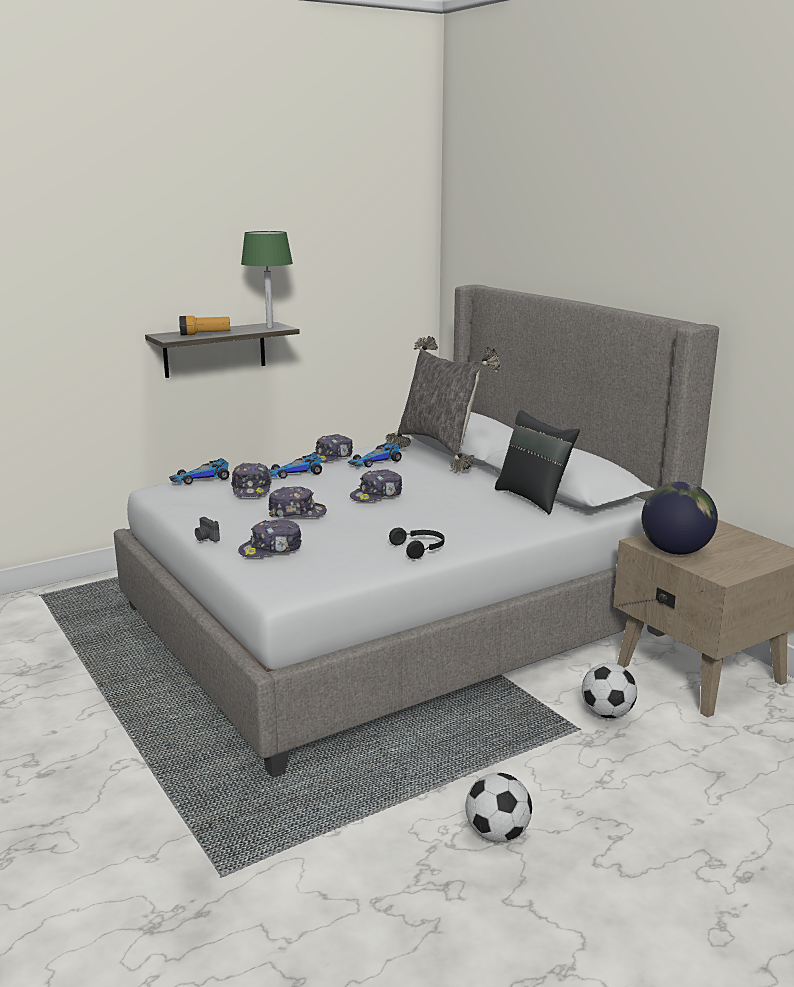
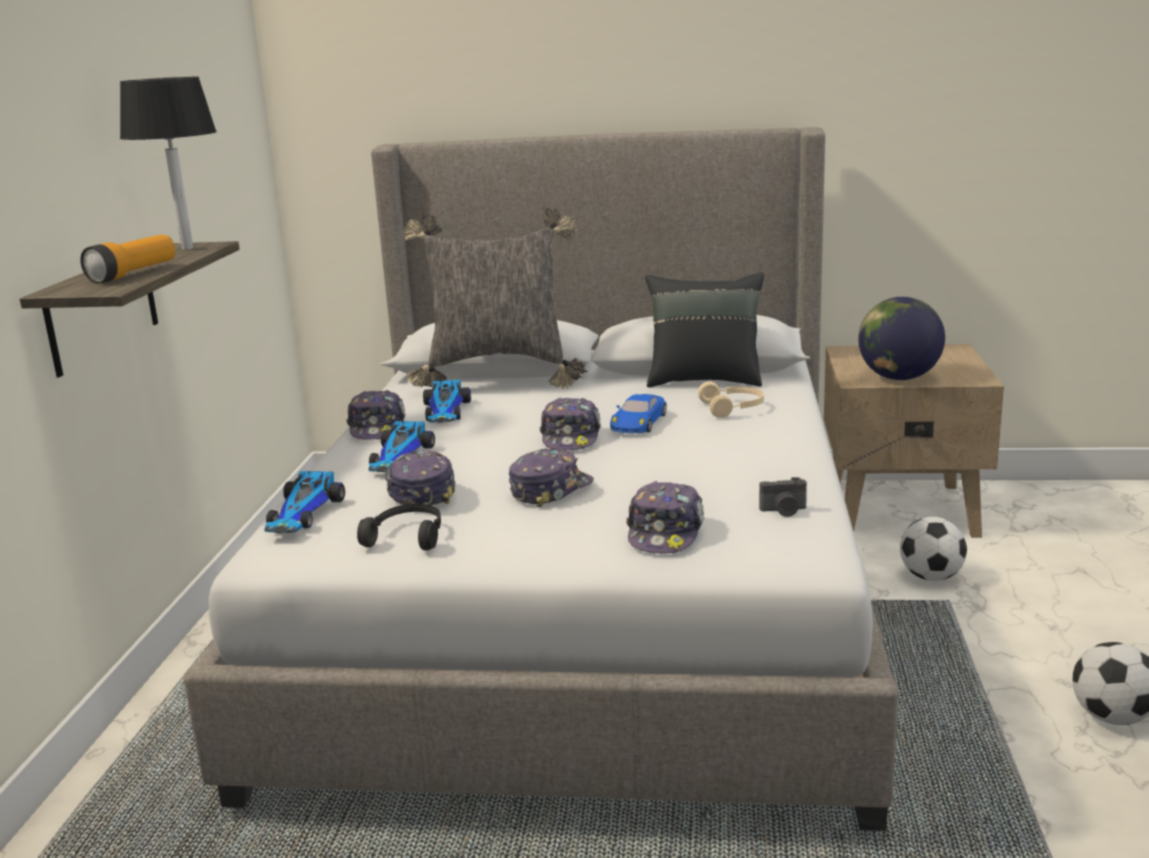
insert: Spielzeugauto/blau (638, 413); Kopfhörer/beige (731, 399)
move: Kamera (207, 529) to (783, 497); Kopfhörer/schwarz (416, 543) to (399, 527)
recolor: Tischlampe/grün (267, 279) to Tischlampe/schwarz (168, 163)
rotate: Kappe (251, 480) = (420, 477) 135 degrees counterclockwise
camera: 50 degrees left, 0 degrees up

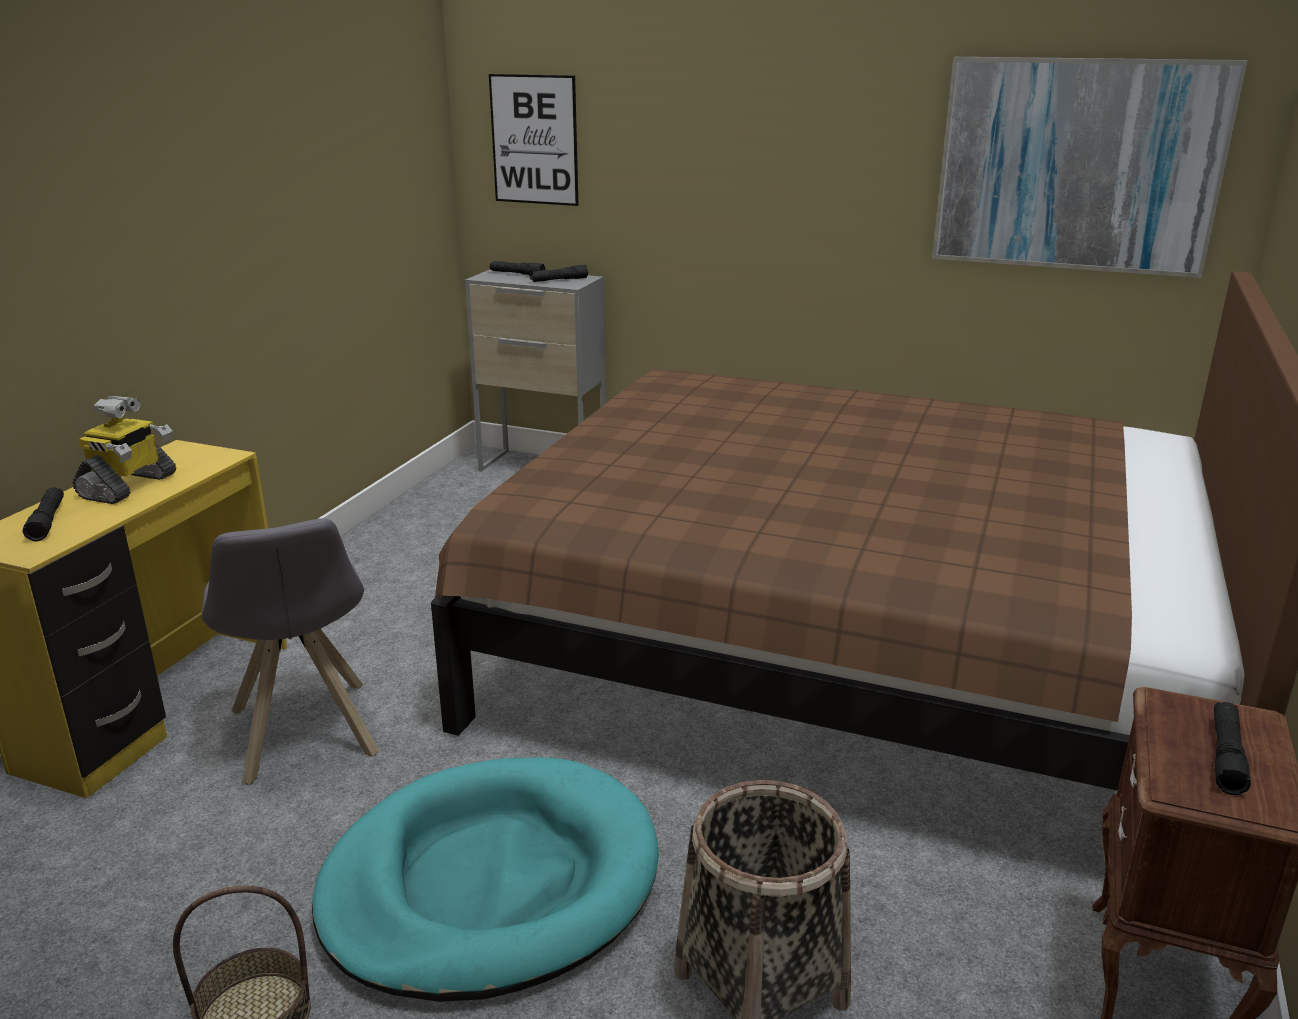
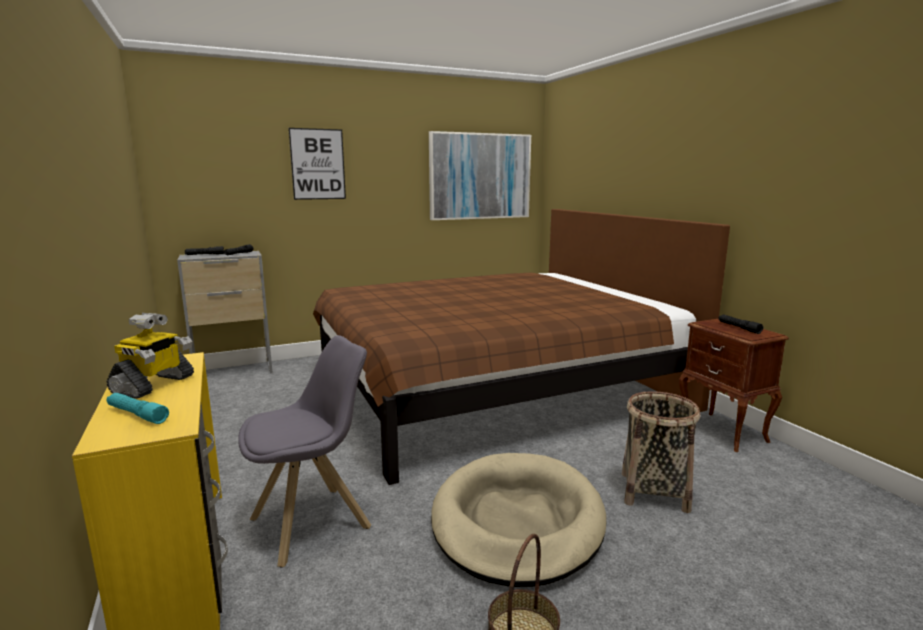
move: Bild (534, 140) to (317, 164)
recolor: Taschenlampe/schwarz (43, 514) to Taschenlampe/türkis (137, 408); Hundebett/türkis (485, 879) to Hundebett/beige (518, 520)
rotate: Spielzeugroboter (124, 450) = (150, 356) 45 degrees clockwise; Stuhl/grau (290, 651) = (304, 451) 60 degrees counterclockwise
camera: 45 degrees left, 10 degrees down

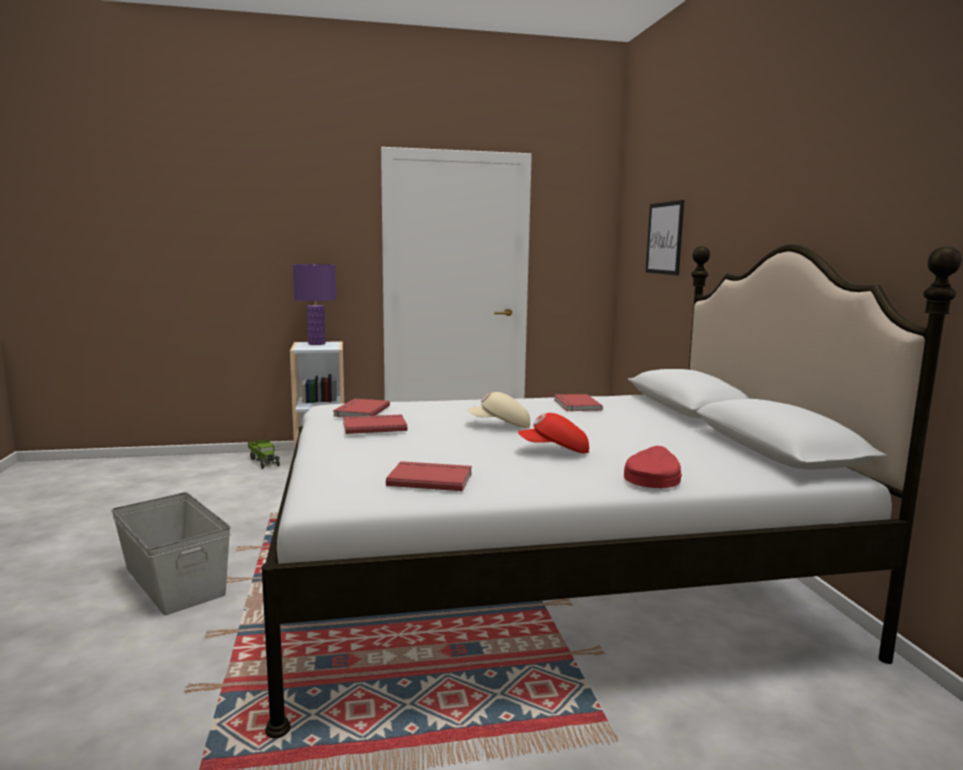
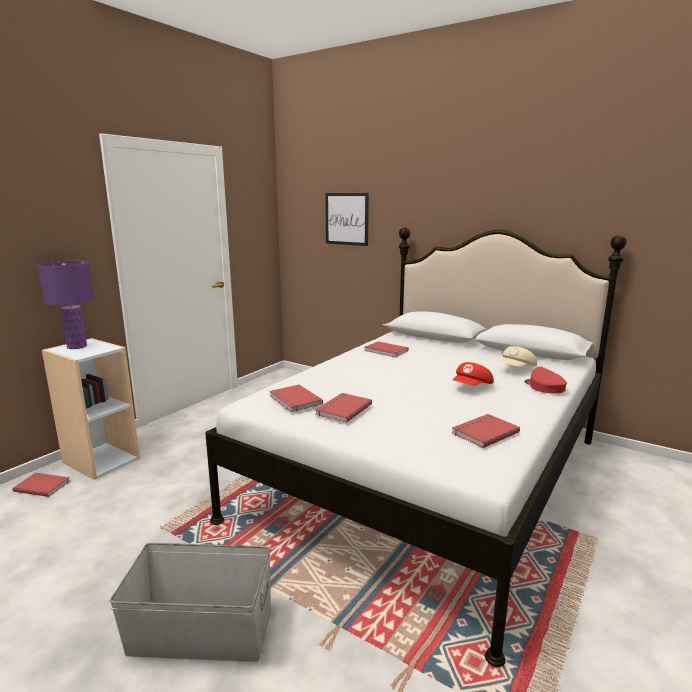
move: Kappe/beige (498, 410) to (518, 356)
replace: Spielzeuglaster (264, 454) to Buch/rot (41, 485)
camera: 45 degrees left, 5 degrees up

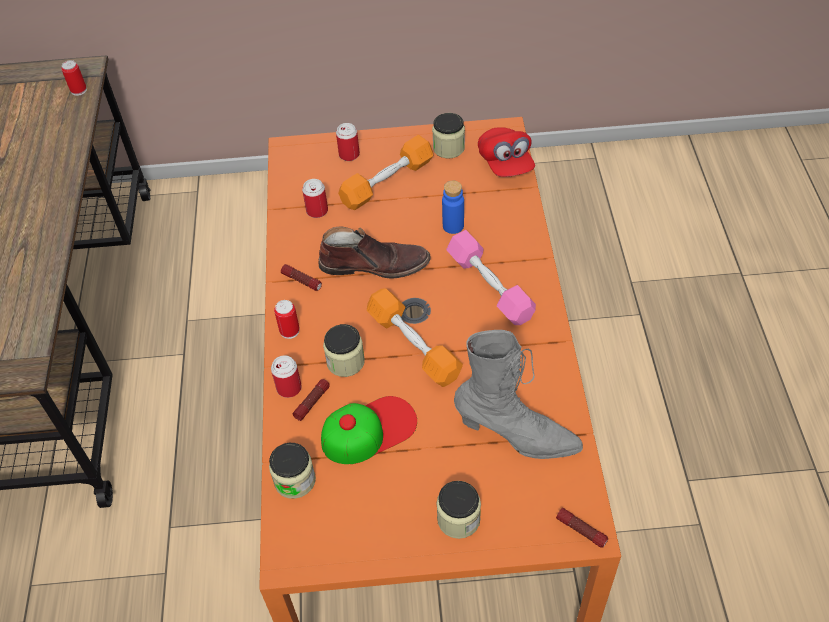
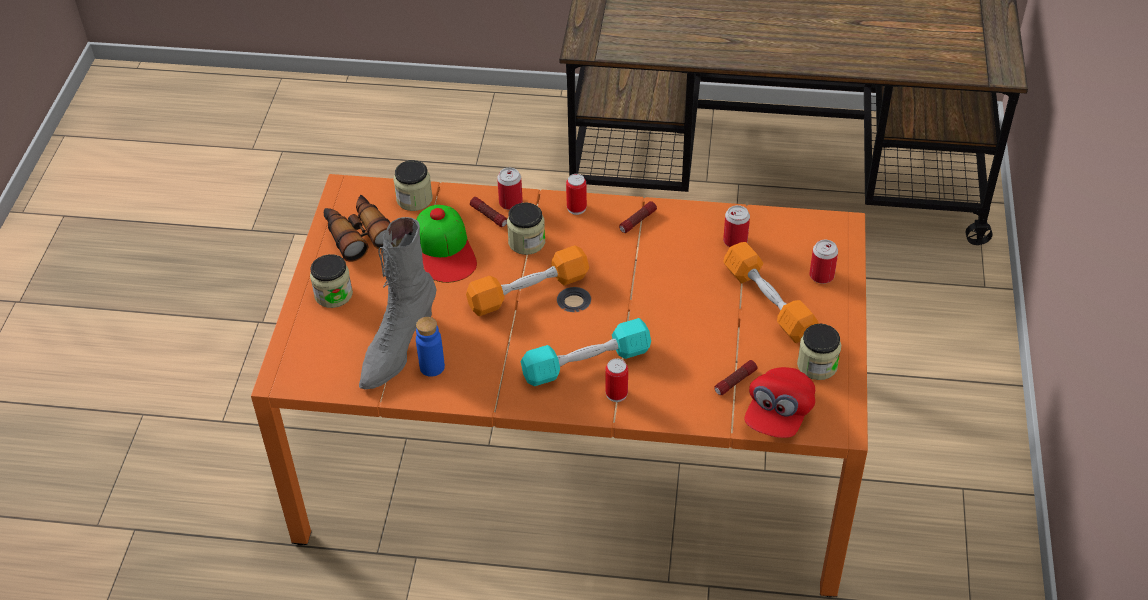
delete: Stiefel/braun (375, 252)
insert: Fernglas (357, 228)
move: Dose (74, 78) to (616, 380); Flasche/blau (453, 207) to (430, 347); Taschenlampe (582, 528) to (735, 377)
recolor: Hantel/rosa (491, 277) to Hantel/türkis (586, 352)
rotate: Kappe/rot (506, 152) = (779, 402) 60 degrees counterclockwise
camera: 100 degrees right, 5 degrees down

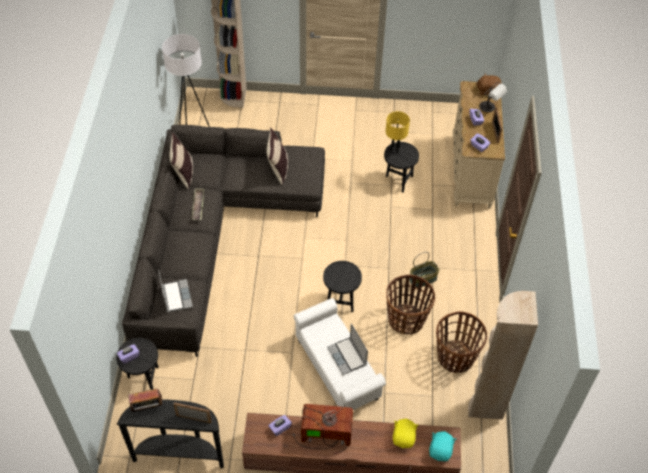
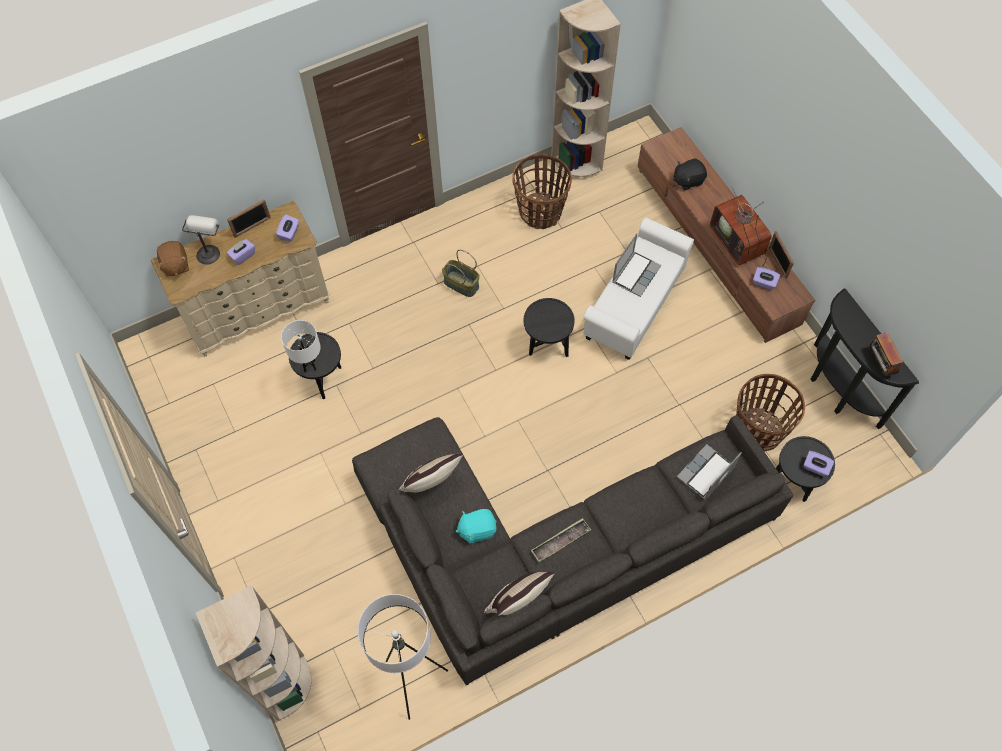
move: Bilderrahmen (192, 413) to (781, 255); Korb (410, 305) to (770, 412); Plüschtier/türkis (442, 446) to (476, 526)
recolor: Tischlampe/gelb (398, 132) to Tischlampe/weiß (301, 346); Plüschtier/gelb (405, 433) to Plüschtier/schwarz (690, 174)
rotate: Radio (145, 400) = (886, 355) 150 degrees counterclockwise
camera: 120 degrees left, 10 degrees up

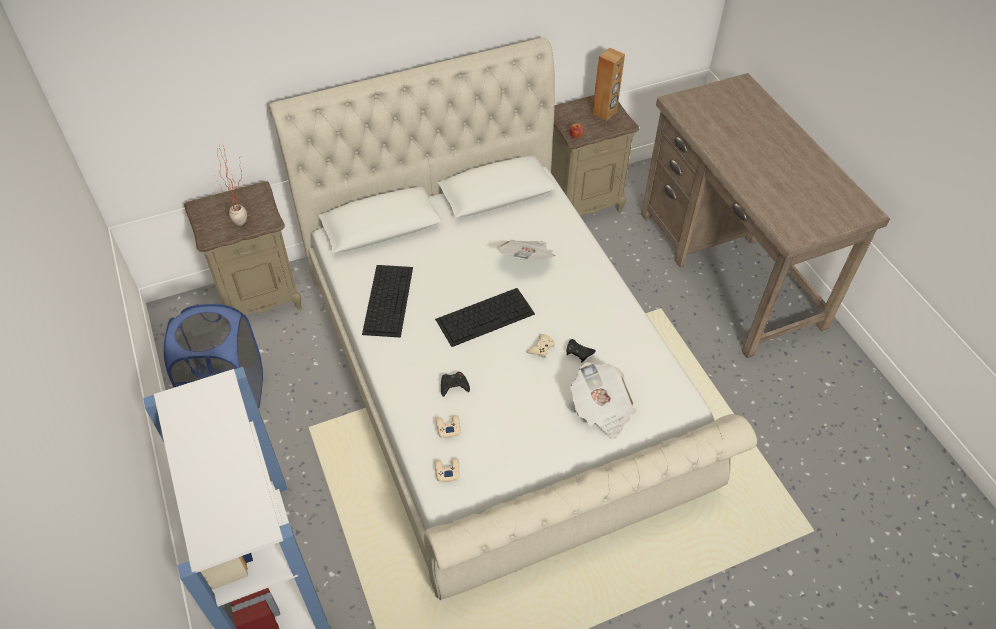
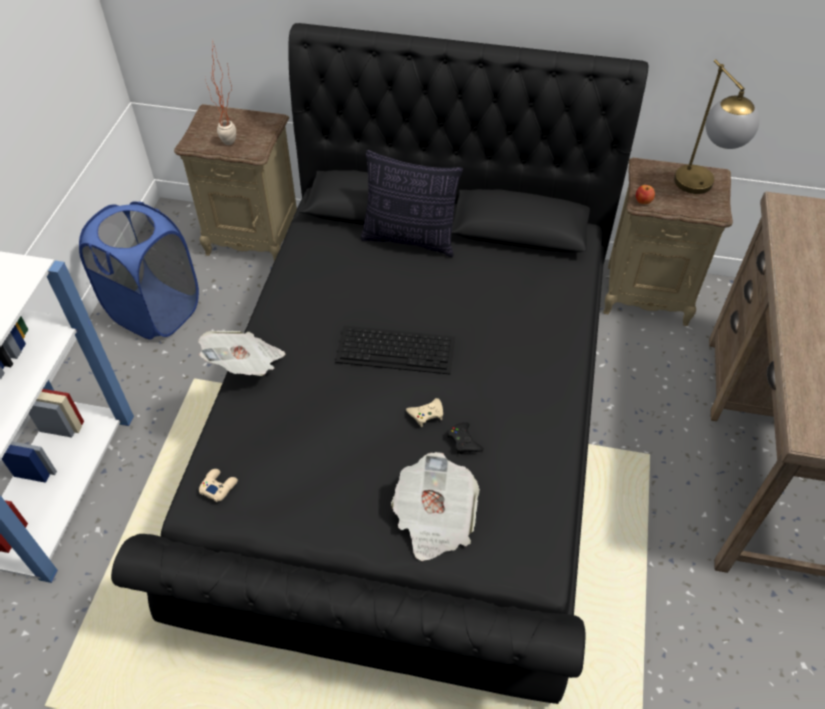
delete: Tastatur (387, 301); Gamepad/beige (448, 426); Gamepad/schwarz (455, 384)
insert: Kissen (411, 203)
move: Zeitung (526, 250) to (241, 353)
replace: Lautsprecher/braun (608, 84) to Tischlampe (716, 126)
recolor: Bett/beige (512, 319) to Bett/schwarz (379, 363)
camera: 35 degrees right, 0 degrees up

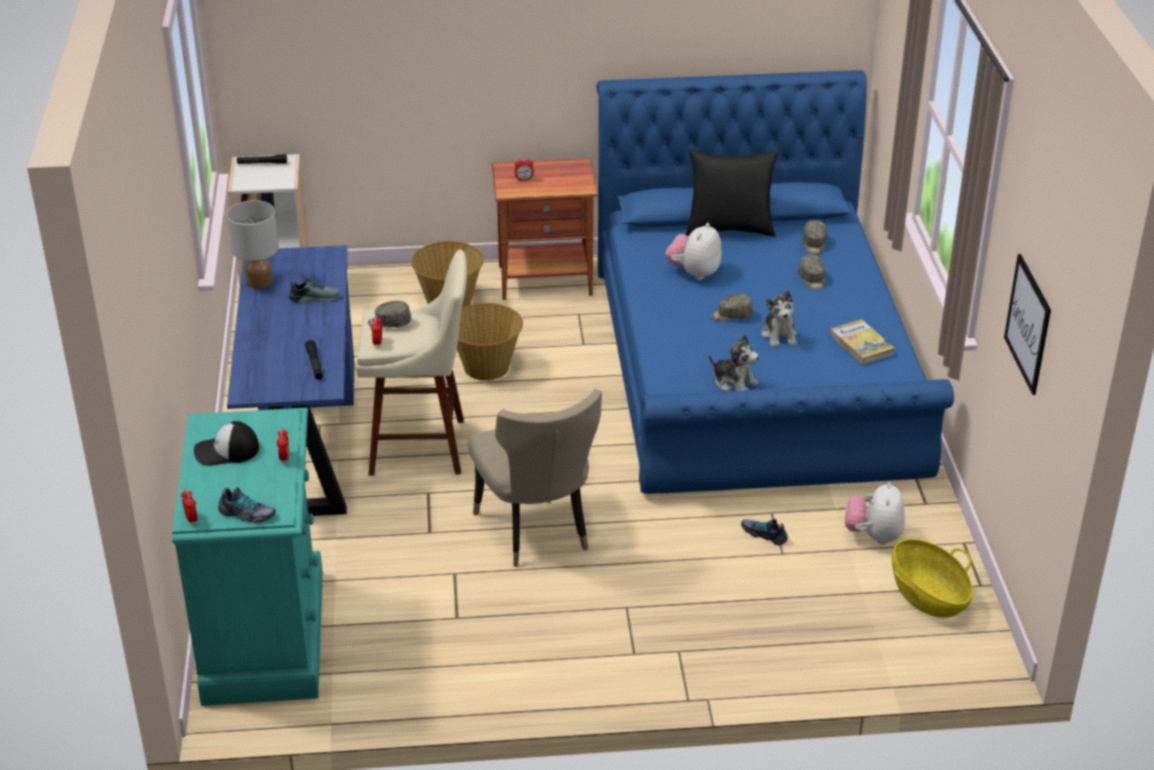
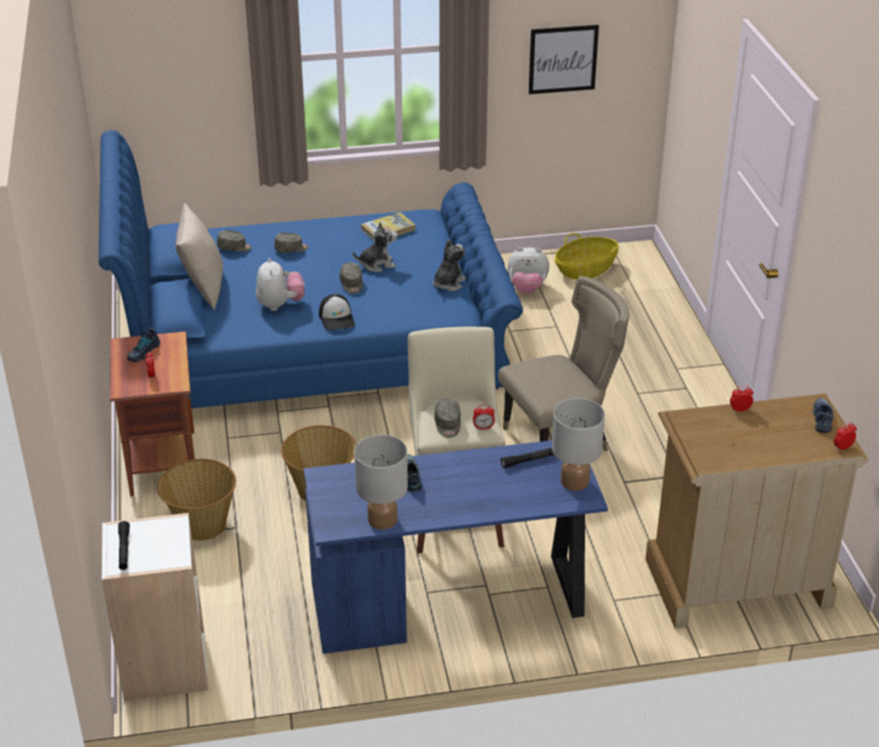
insert: Tischlampe/grau (578, 444)
move: Kappe (226, 443) to (337, 312); Schuh (764, 532) to (143, 345)
recolor: Kommode/türkis (247, 557) to Kommode/braun (756, 511); Kissen/schwarz (732, 193) to Kissen/beige (199, 256)
rotate: Plüschtier (693, 251) = (280, 284) 120 degrees counterclockwise
camera: 95 degrees left, 0 degrees up

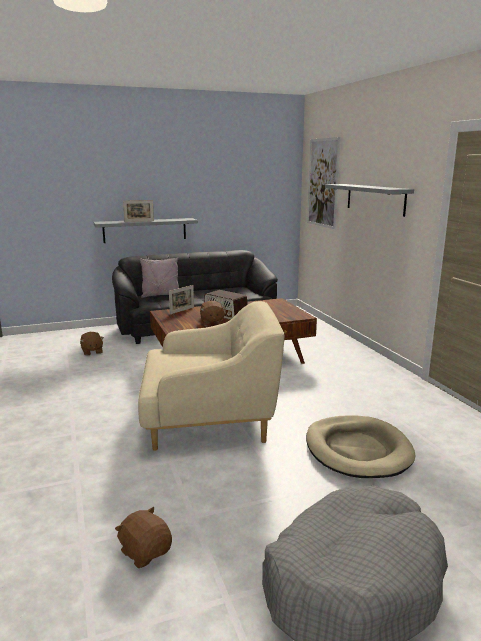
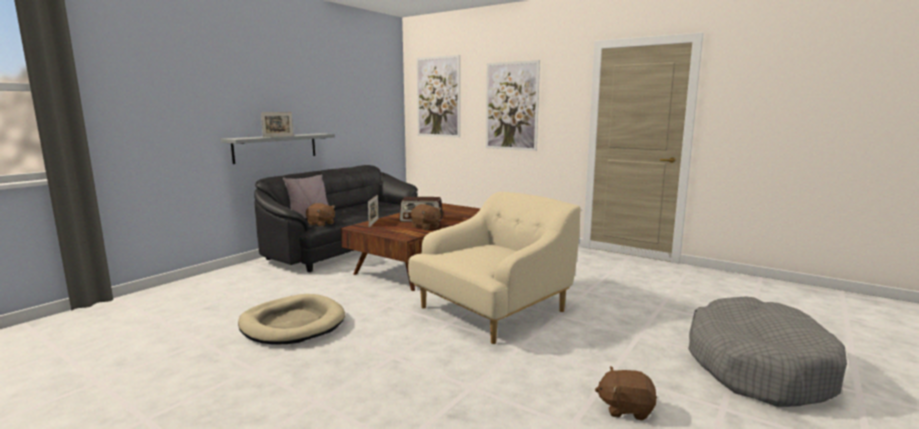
move: Plüschtier/braun (92, 343) to (320, 215); Hundebett/beige (361, 446) to (291, 319)
replace: Wandregal/grau (369, 200) to Bild (513, 105)
camera: 35 degrees left, 5 degrees down

